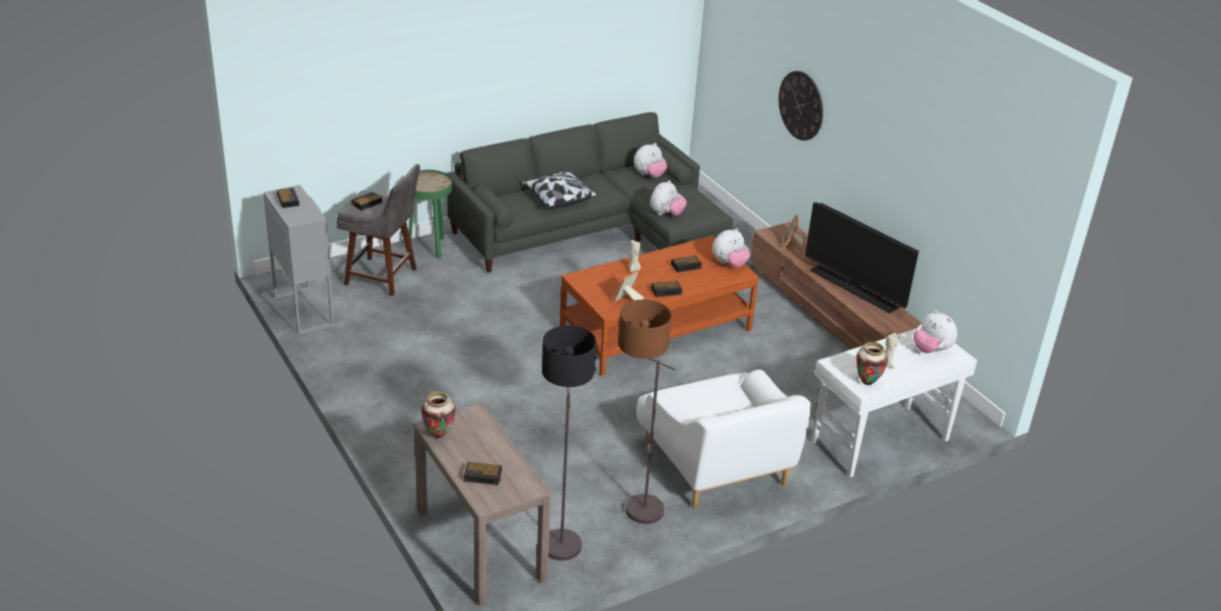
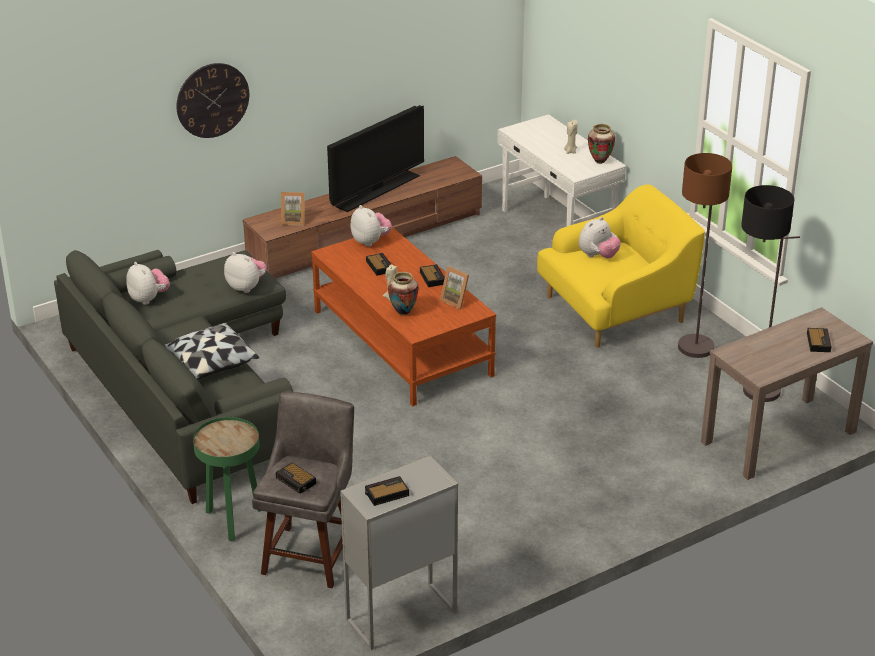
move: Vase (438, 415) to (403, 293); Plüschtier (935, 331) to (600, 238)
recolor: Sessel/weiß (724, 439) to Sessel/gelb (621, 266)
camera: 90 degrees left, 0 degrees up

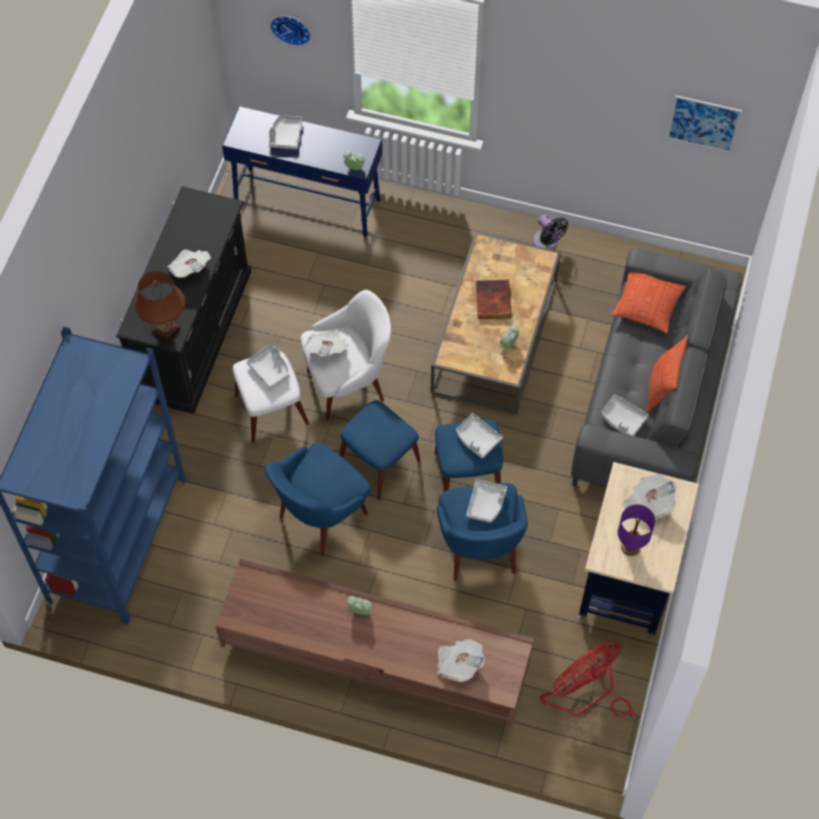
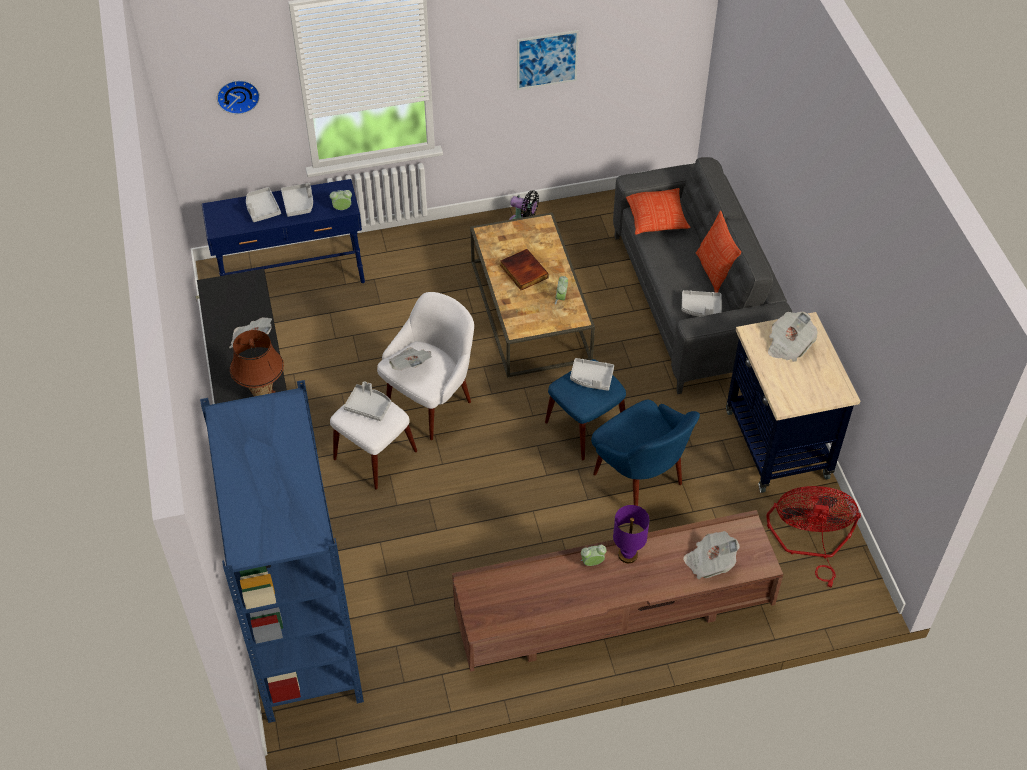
delete: Sessel/blau (342, 477)
move: Tablett/grau (486, 501) to (297, 200); Tischlampe/lila (636, 530) to (631, 534); Bild (704, 124) to (548, 60)
rotate: Ventilator/rot (588, 678) = (813, 536) 75 degrees clockwise
camera: 30 degrees left, 10 degrees down

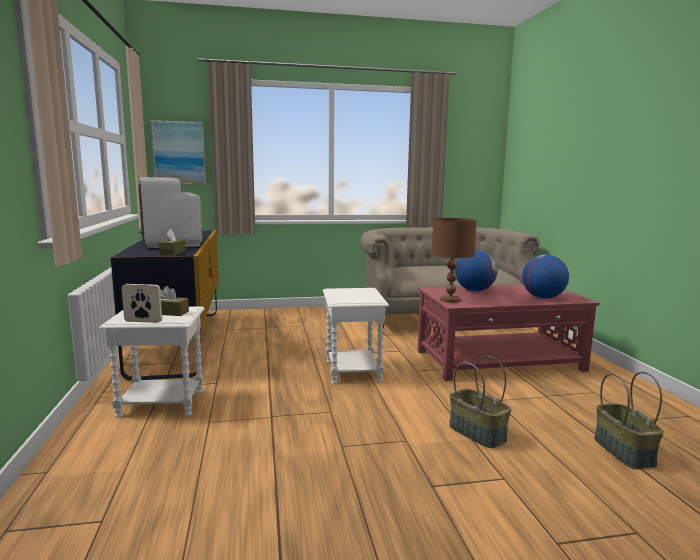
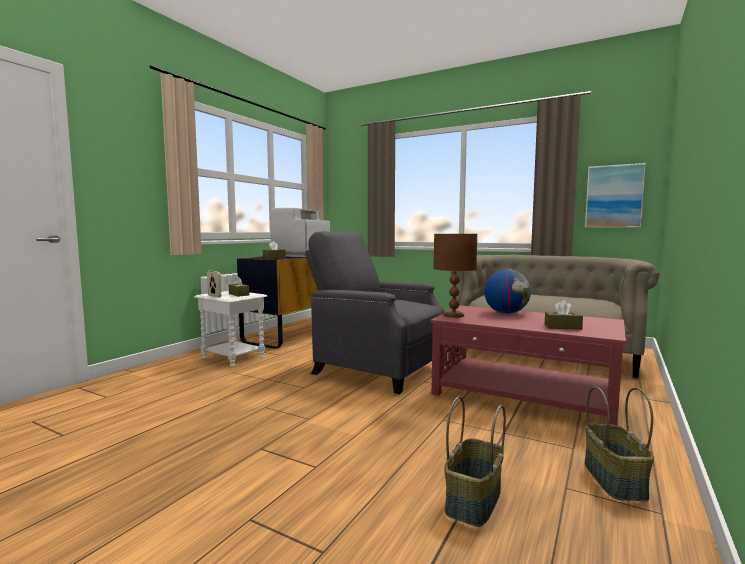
move: Bild (178, 152) to (615, 195); Korb (480, 402) to (619, 444)
replace: Beistelltisch/weiß (356, 336) to Sessel/grau (374, 312); Globus (545, 277) to Taschentuchbox/braun (564, 315)
camera: 40 degrees right, 5 degrees down

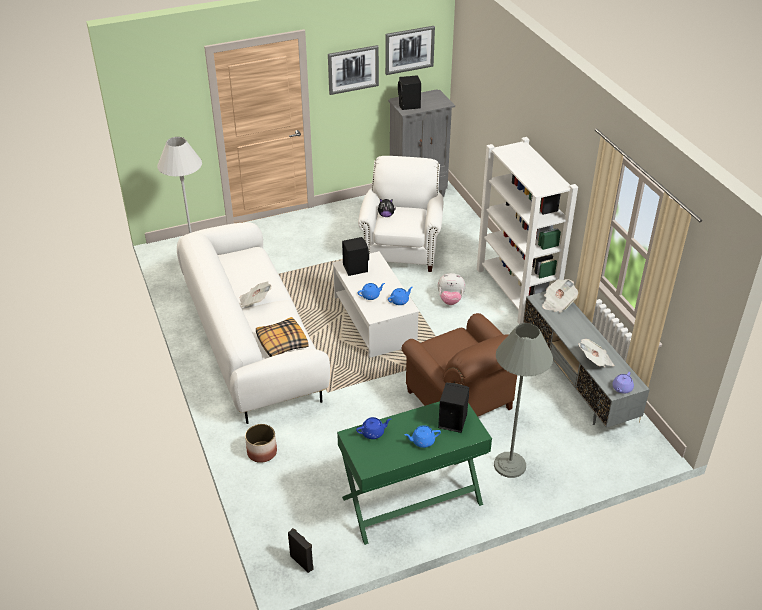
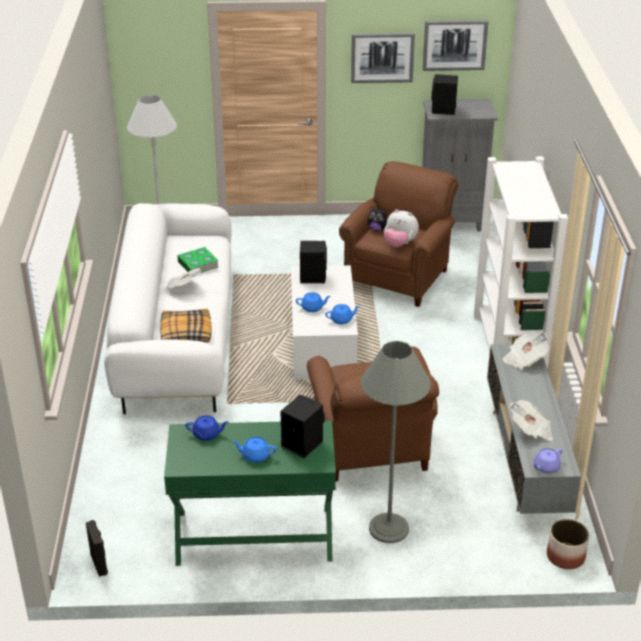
insert: Buch (197, 260)
move: Pflanzkübel (261, 443) to (568, 544); Plüschtier (451, 289) to (401, 228)
recolor: Sessel/weiß (400, 214) to Sessel/braun (398, 234)
camera: 20 degrees right, 5 degrees down

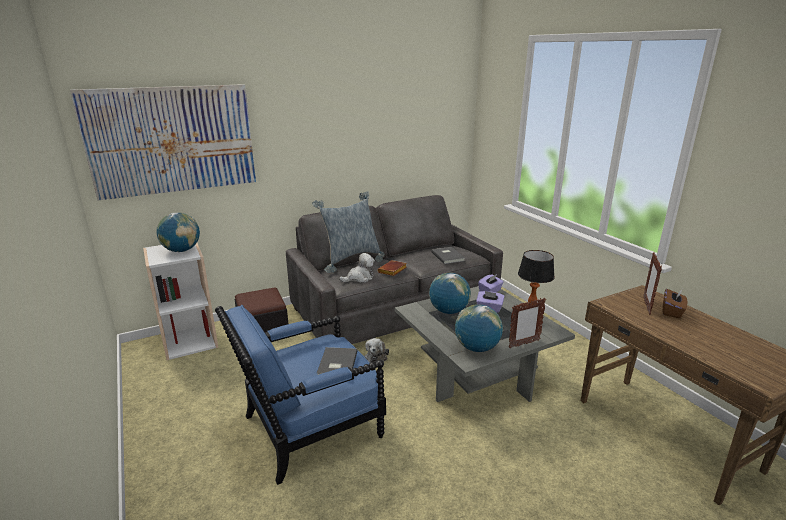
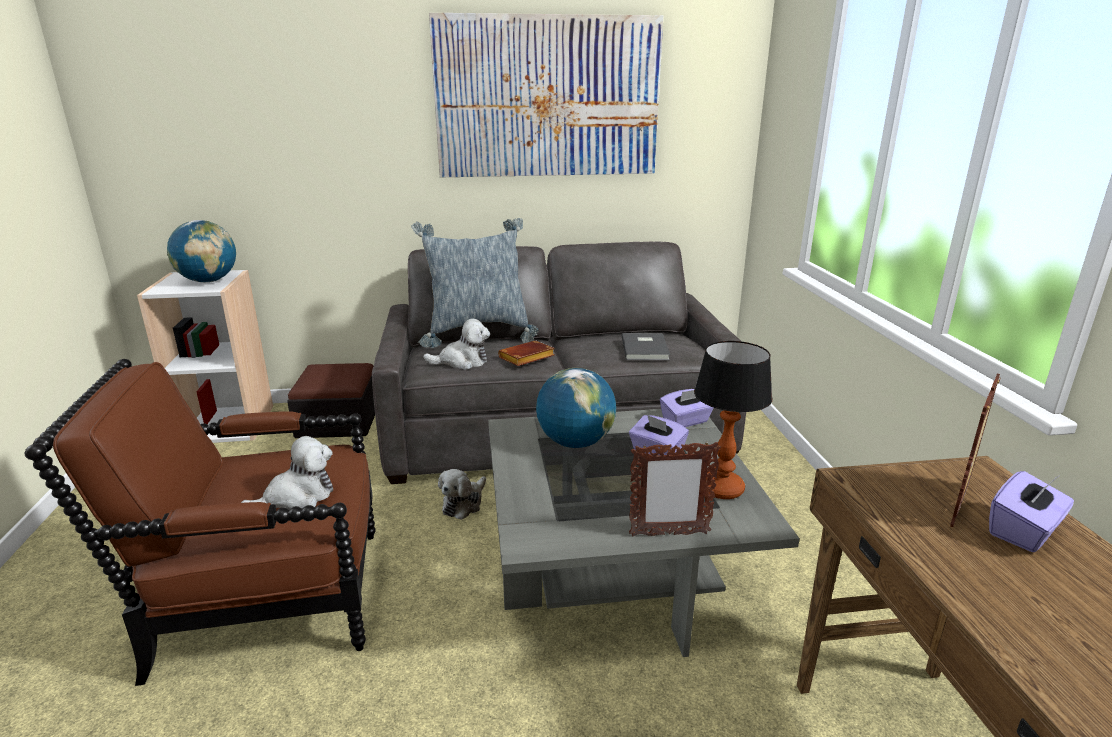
delete: Globus (479, 328)
move: Bild (163, 142) to (546, 95)
replace: Buch/grau (337, 361) to Plüschtier (287, 472)
recolor: Sessel/blau (300, 395) to Sessel/braun (200, 522); Taschentuchbox/braun (675, 303) to Taschentuchbox/lila (1031, 511)
camera: 20 degrees right, 0 degrees up

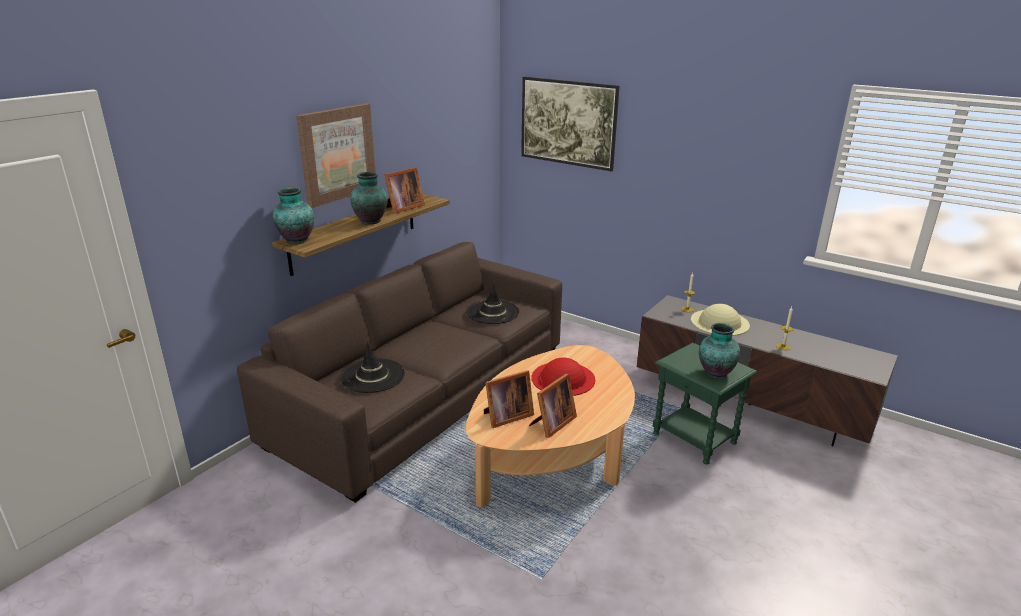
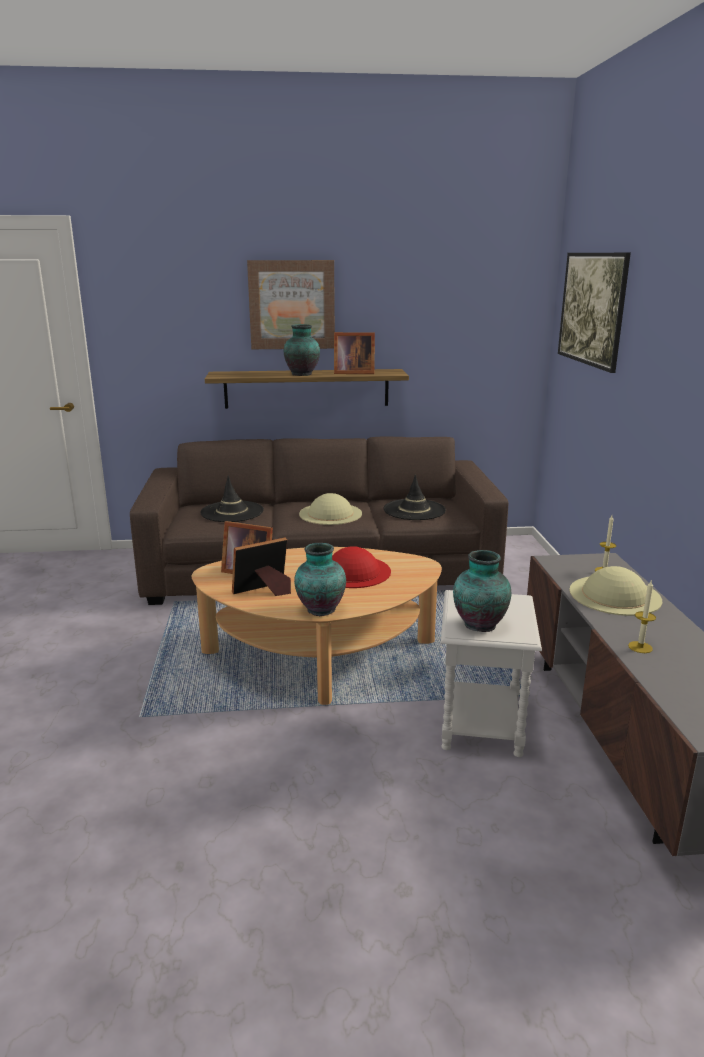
insert: Hut/beige (330, 509)
move: Vase (293, 215) to (320, 579)
recolor: Beistelltisch/grün (705, 403) to Beistelltisch/weiß (491, 673)
rotate: Bilderrahmen (553, 405) = (261, 567) 150 degrees clockwise
camera: 50 degrees right, 5 degrees down

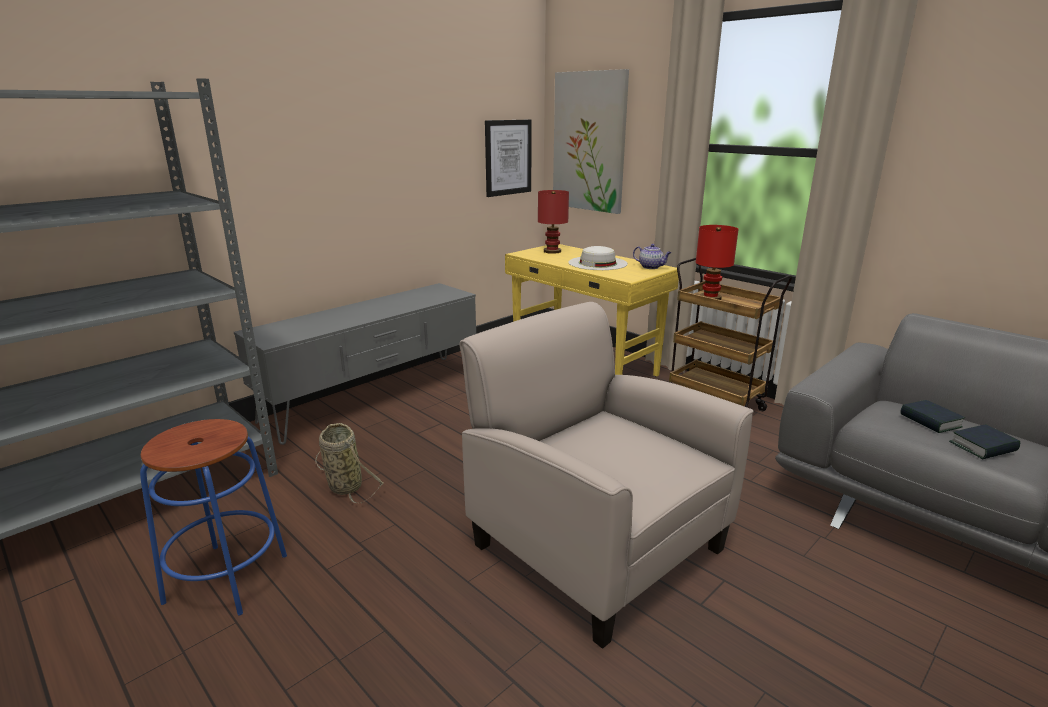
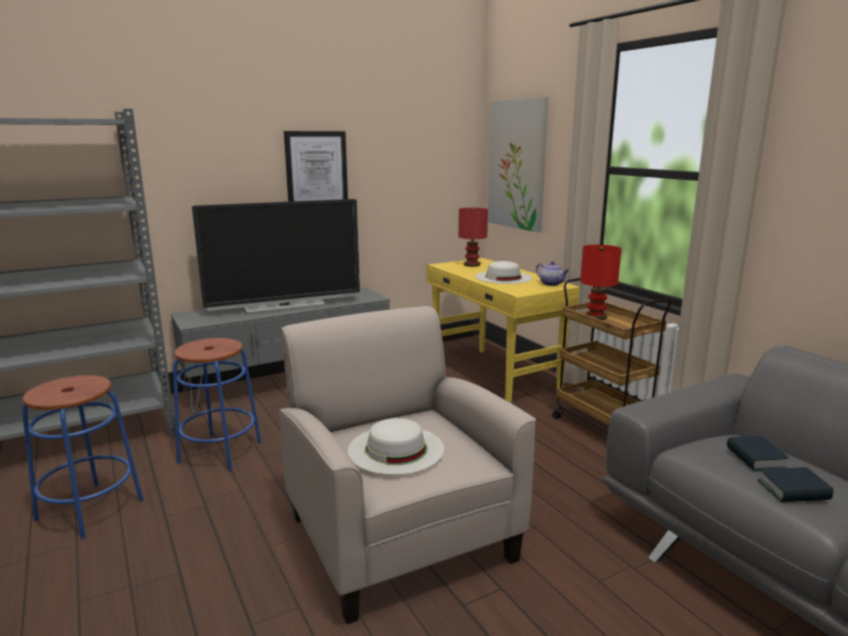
insert: Fernseher (276, 256); Hut/weiß (396, 446)
move: Bild (508, 158) to (316, 166)
replace: Korb (349, 463) to Hocker/blau (217, 404)
camera: 15 degrees right, 5 degrees down

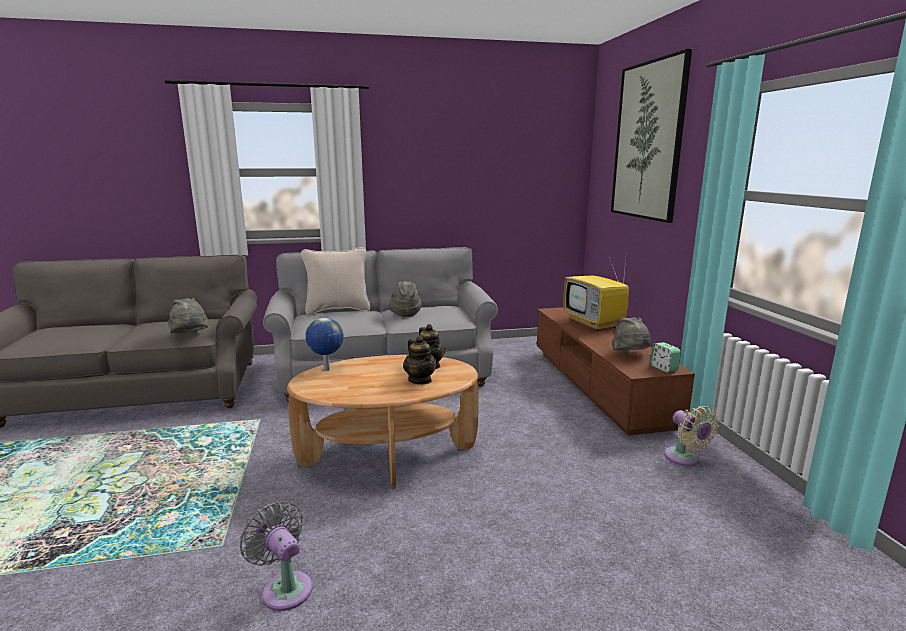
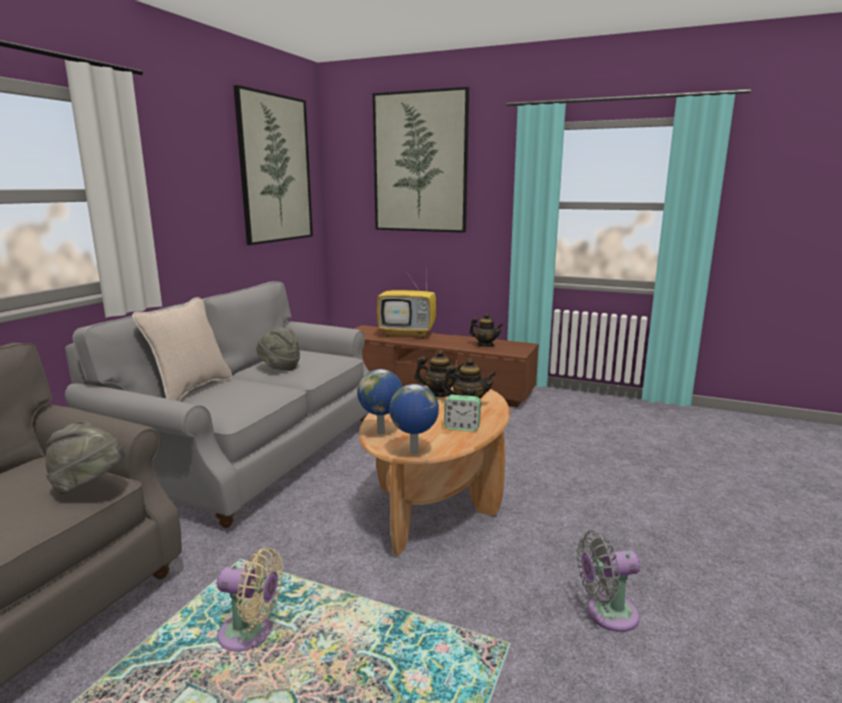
insert: Bild (273, 165); Globus (414, 419)
move: Wecker (665, 357) to (462, 413); Ventilator/beige (691, 436) to (250, 599)
replace: Hut/grau (631, 333) to Teekanne (486, 330)
camera: 55 degrees left, 0 degrees up

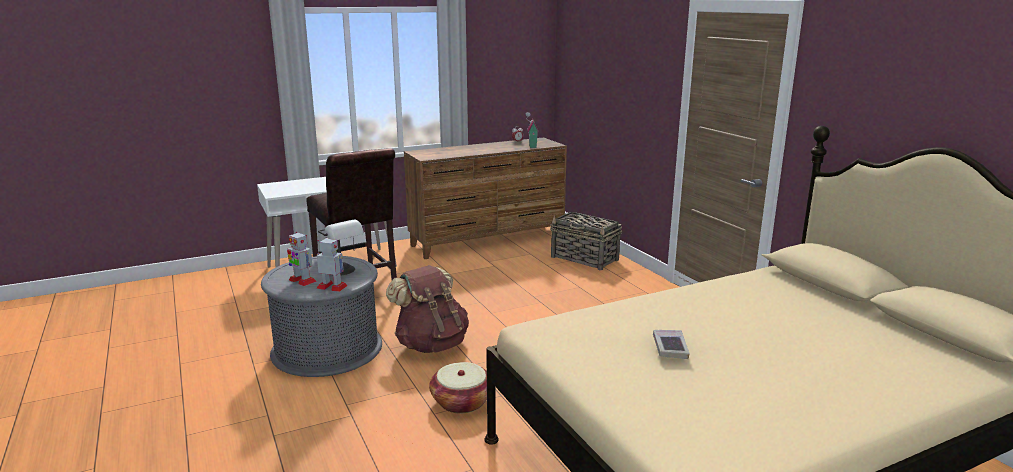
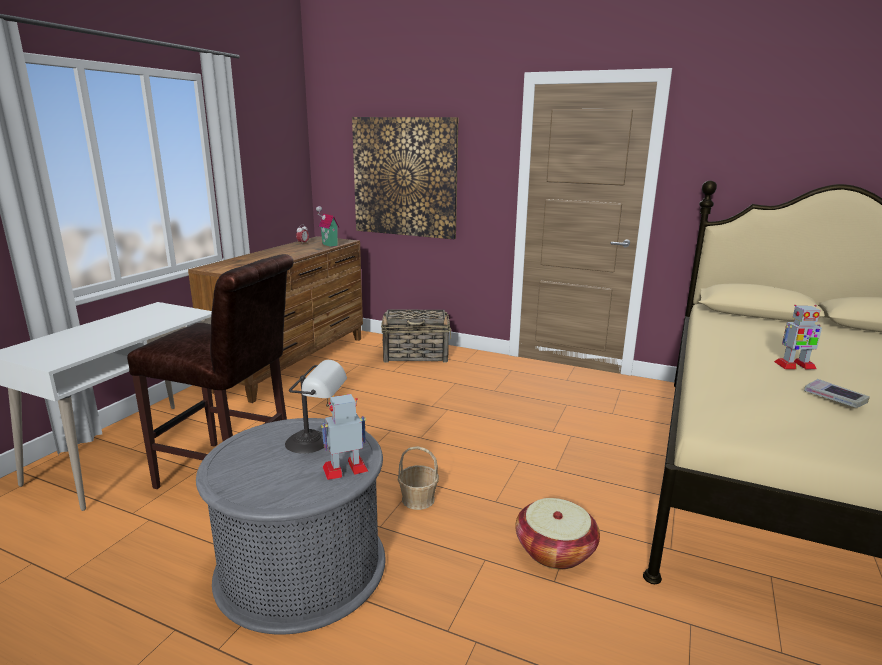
insert: Bild (405, 178)
move: Spielzeugroboter (302, 259) to (798, 337)
replace: Rucksack/braun (427, 309) to Korb (418, 478)
camera: 40 degrees left, 0 degrees up

